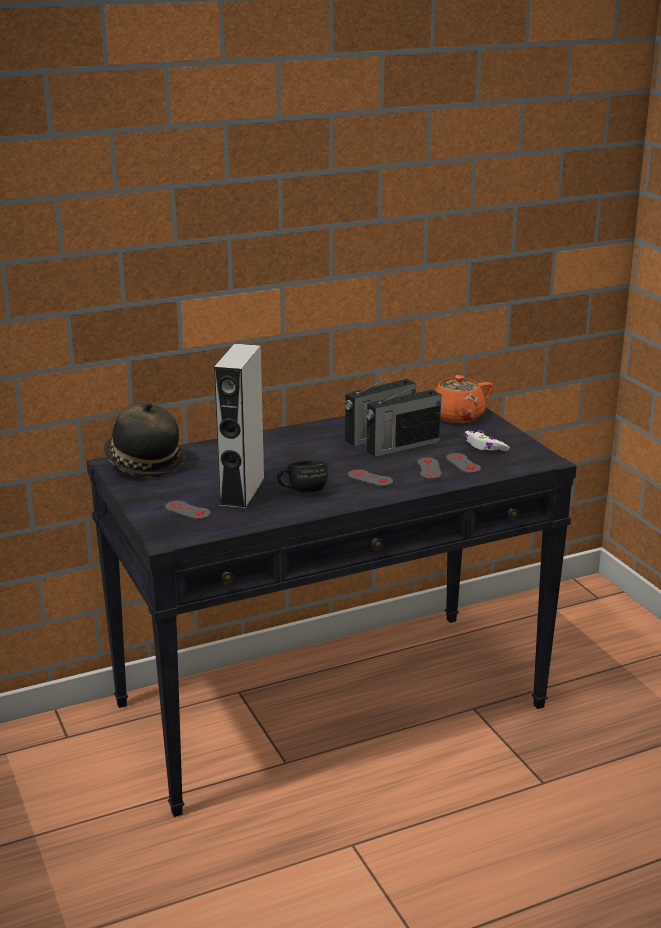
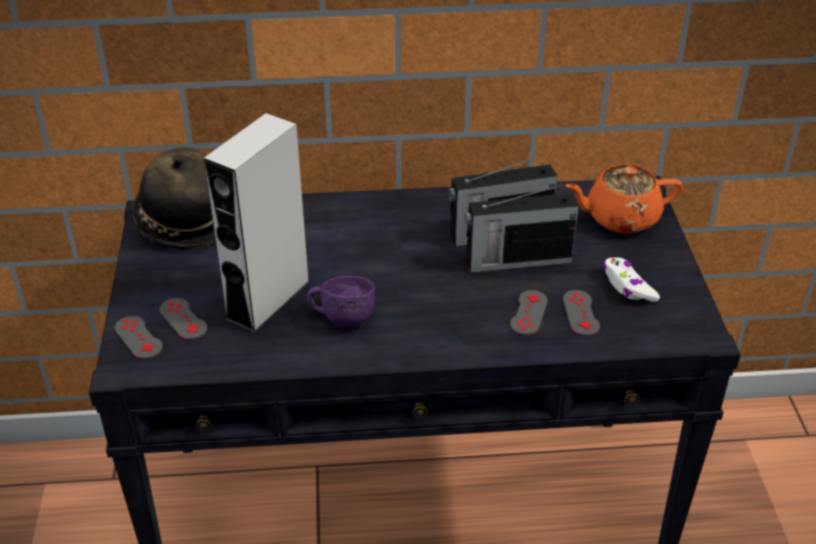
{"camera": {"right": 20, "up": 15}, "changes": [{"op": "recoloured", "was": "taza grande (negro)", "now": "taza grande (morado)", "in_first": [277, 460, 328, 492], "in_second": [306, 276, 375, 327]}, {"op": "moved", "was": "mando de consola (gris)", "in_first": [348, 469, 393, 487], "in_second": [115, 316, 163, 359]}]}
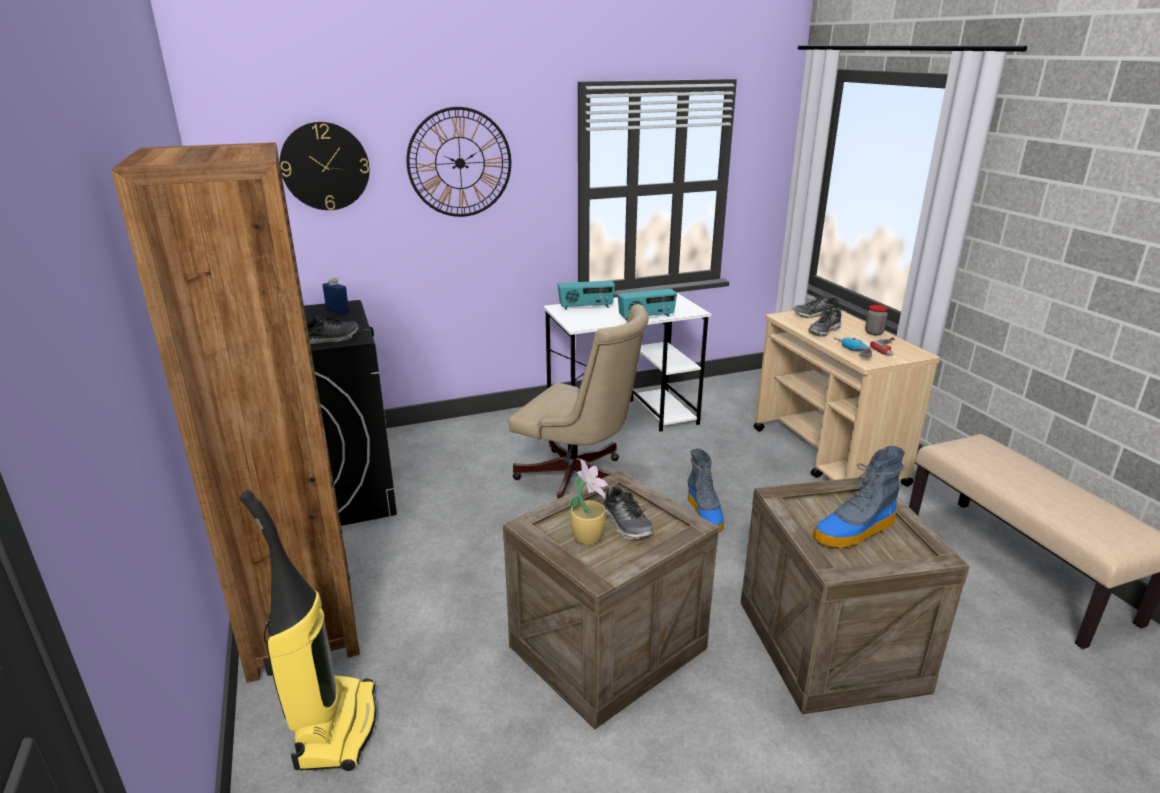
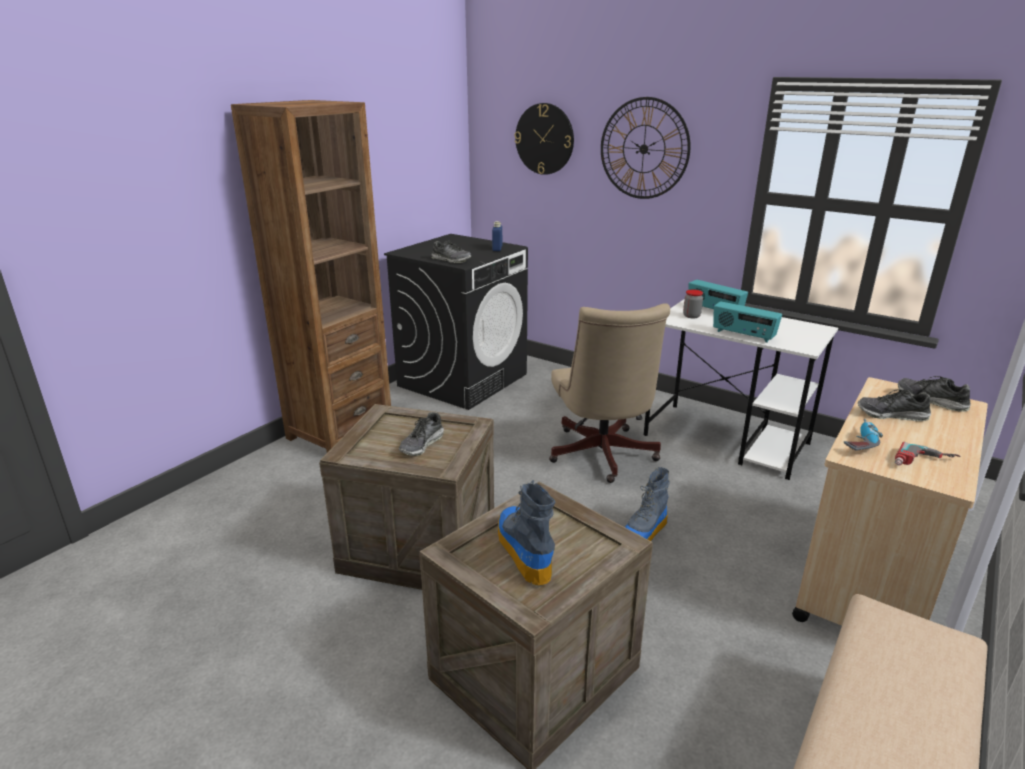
{"camera": {"right": 55, "up": 0}, "changes": [{"op": "removed", "was": "aspiradora", "in_first": [239, 490, 376, 771]}, {"op": "removed", "was": "planta en maceta", "in_first": [569, 459, 608, 545]}, {"op": "turned", "was": "bota", "in_first": [813, 446, 905, 548], "in_second": [498, 480, 555, 585], "clockwise": 45}, {"op": "moved", "was": "tarro", "in_first": [865, 305, 888, 335], "in_second": [683, 289, 703, 318]}]}
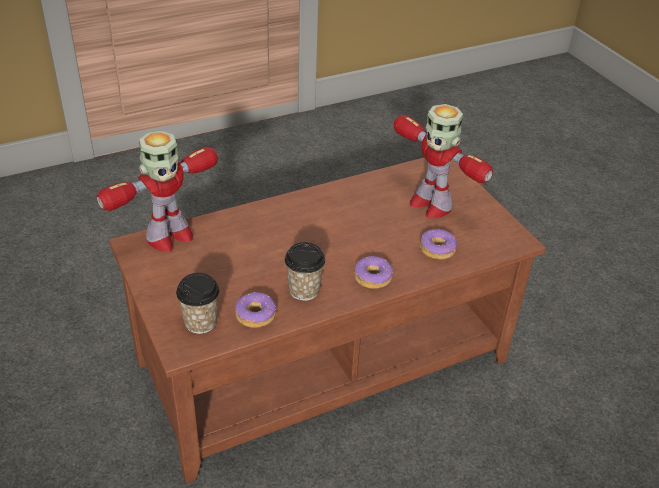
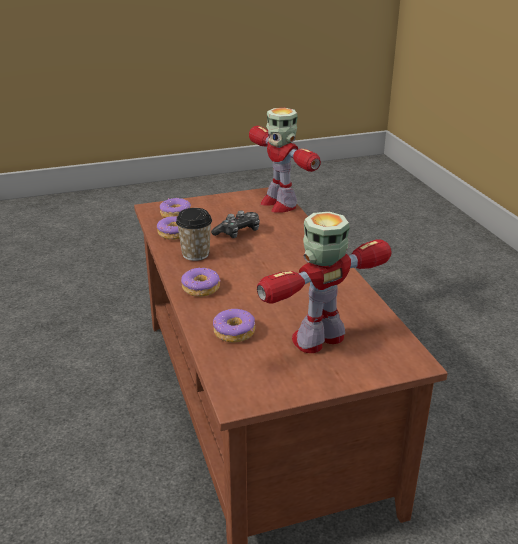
{"camera": {"right": 100, "up": -10}, "changes": [{"op": "replaced", "was": "taza", "now": "rosquilla", "in_first": [176, 273, 219, 334], "in_second": [160, 198, 191, 218]}, {"op": "added", "now": "mando de consola", "in_second": [211, 210, 260, 238]}]}
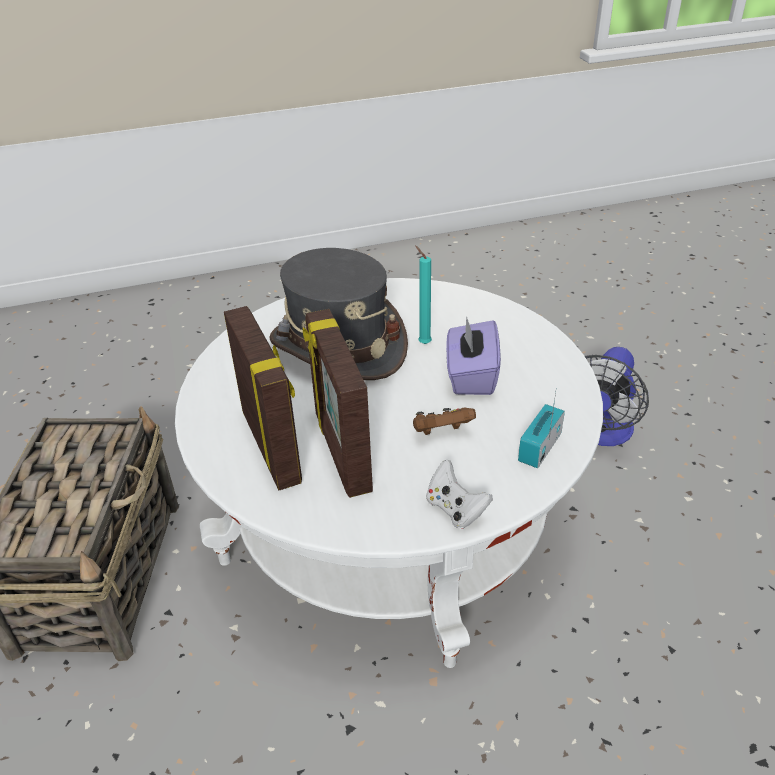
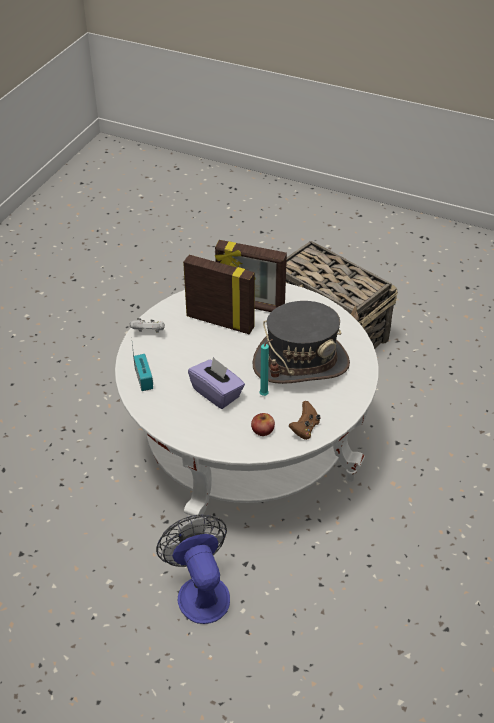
{"camera": {"right": 130, "up": 5}, "changes": [{"op": "moved", "was": "mando de consola (marrón)", "in_first": [413, 407, 476, 435], "in_second": [289, 401, 321, 440]}, {"op": "added", "now": "manzana", "in_second": [251, 413, 275, 436]}]}
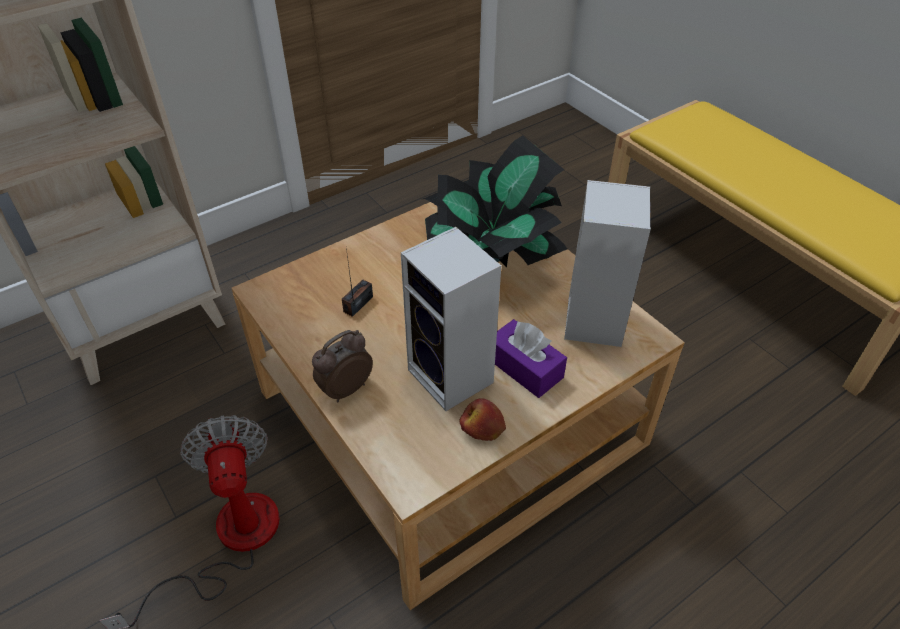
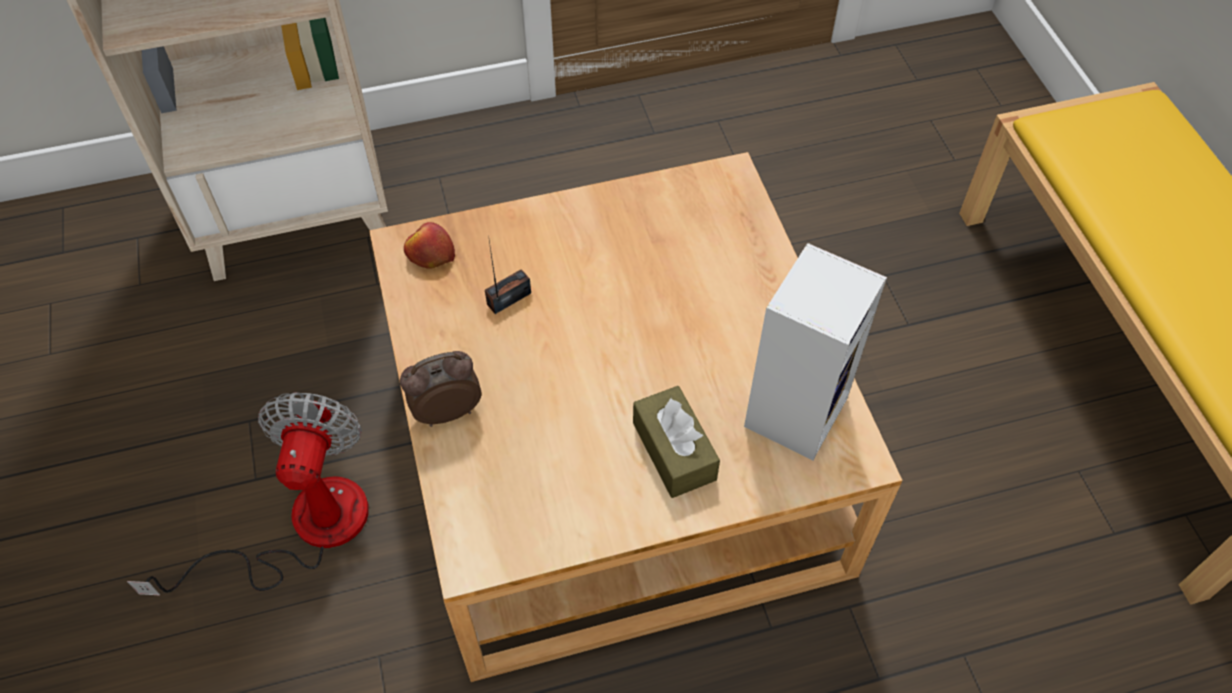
{"camera": {"right": 20, "up": 10}, "changes": [{"op": "removed", "was": "altavoz", "in_first": [401, 227, 501, 411]}, {"op": "removed", "was": "planta en maceta", "in_first": [421, 135, 567, 268]}, {"op": "moved", "was": "manzana", "in_first": [459, 398, 506, 441], "in_second": [404, 222, 455, 269]}, {"op": "recoloured", "was": "caja de pañuelos (morado)", "now": "caja de pañuelos (marrón)", "in_first": [495, 319, 567, 398], "in_second": [633, 386, 720, 498]}]}
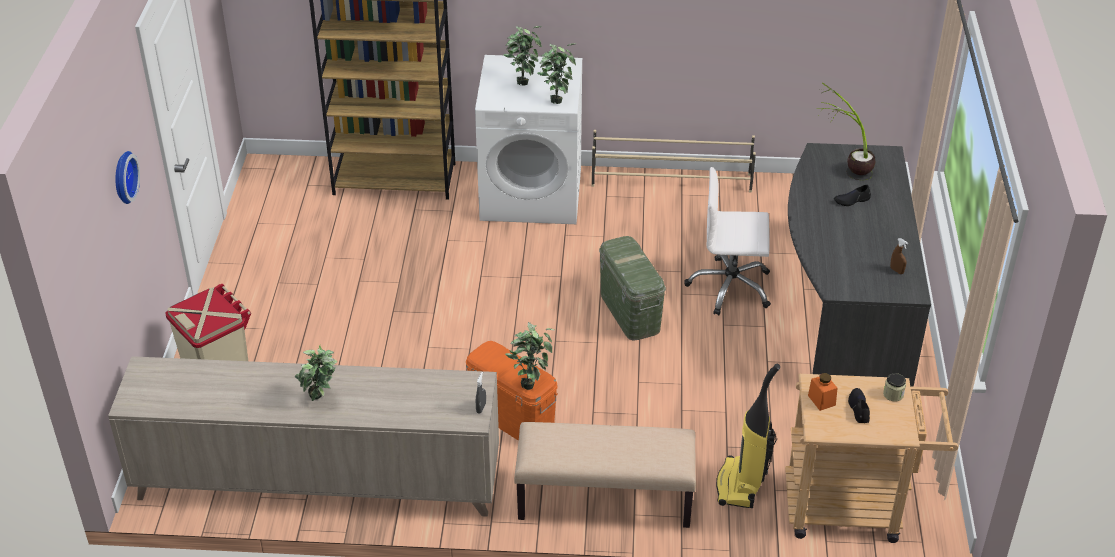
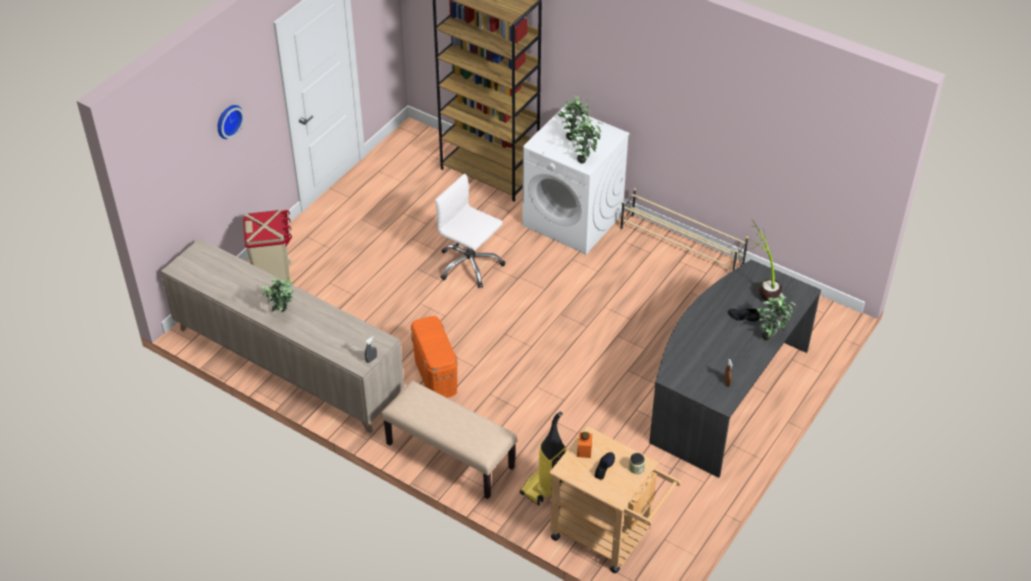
{"camera": {"right": 30, "up": 5}, "changes": [{"op": "moved", "was": "planta en maceta", "in_first": [505, 322, 554, 390], "in_second": [756, 292, 796, 340]}, {"op": "removed", "was": "caja de almacenaje (verde)", "in_first": [599, 236, 666, 341]}, {"op": "moved", "was": "silla de oficina (blanco)", "in_first": [684, 167, 771, 316], "in_second": [435, 174, 505, 288]}]}
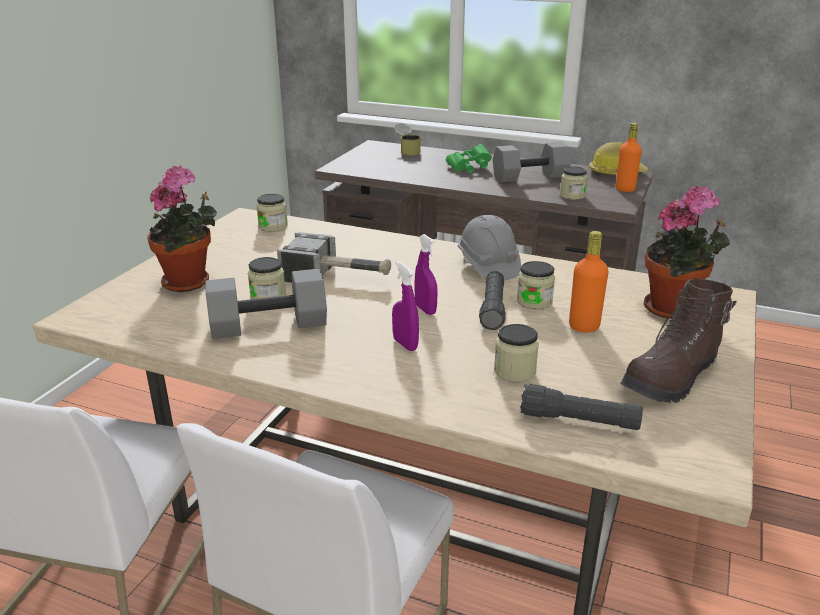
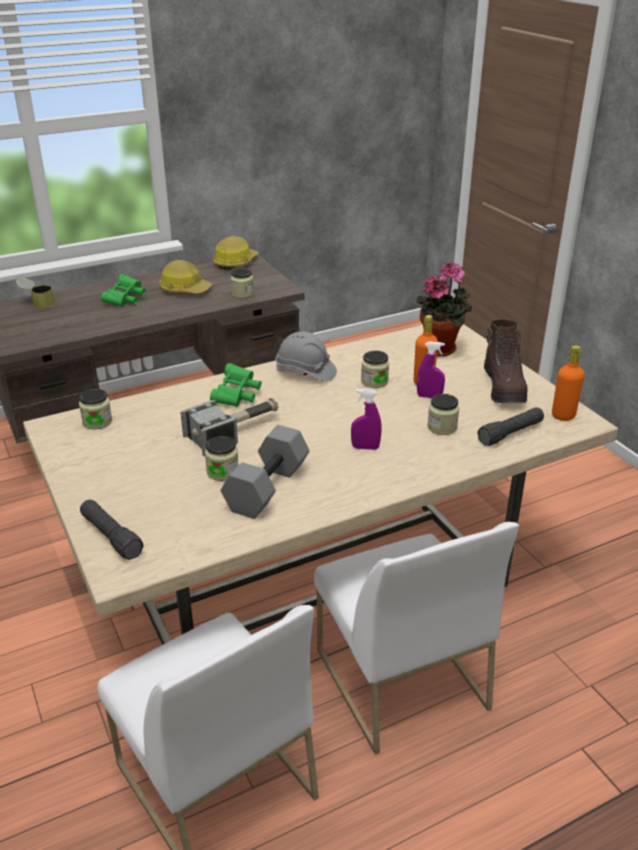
{"camera": {"right": -50, "up": 5}, "changes": [{"op": "removed", "was": "planta en maceta", "in_first": [147, 165, 217, 292]}, {"op": "moved", "was": "pulverizador (morado)", "in_first": [414, 234, 438, 315], "in_second": [417, 341, 445, 398]}, {"op": "moved", "was": "linterna (negro)", "in_first": [479, 271, 506, 330], "in_second": [80, 500, 144, 560]}, {"op": "replaced", "was": "mancuerna (gris)", "now": "casco", "in_first": [493, 142, 571, 183], "in_second": [159, 260, 212, 293]}, {"op": "moved", "was": "botella (naranja)", "in_first": [616, 123, 642, 192], "in_second": [552, 345, 584, 421]}, {"op": "added", "now": "prismáticos (verde)", "in_second": [210, 363, 262, 407]}]}
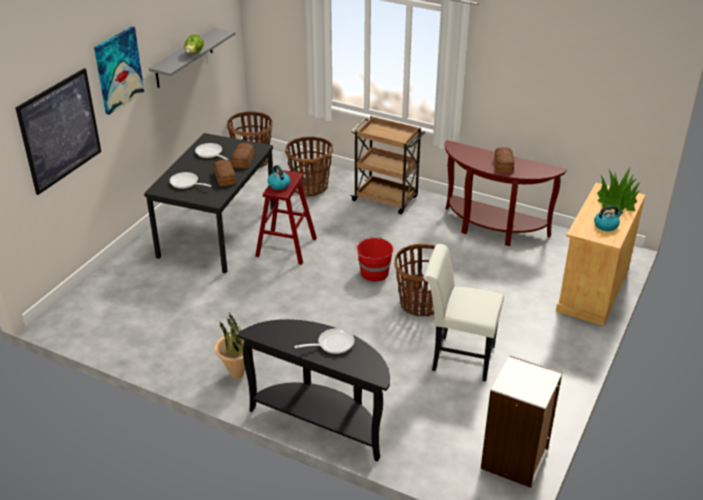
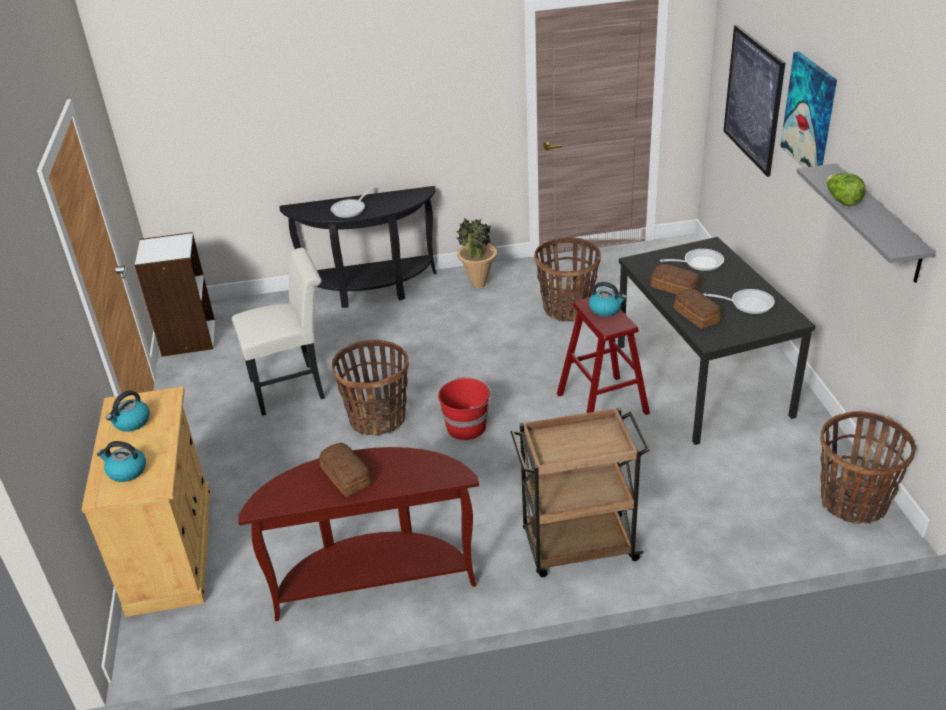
{"camera": {"right": 145, "up": 0}, "changes": [{"op": "moved", "was": "cesta", "in_first": [285, 136, 333, 197], "in_second": [534, 237, 601, 322]}, {"op": "replaced", "was": "planta en maceta", "now": "hervidor", "in_first": [597, 168, 641, 211], "in_second": [97, 441, 146, 482]}]}
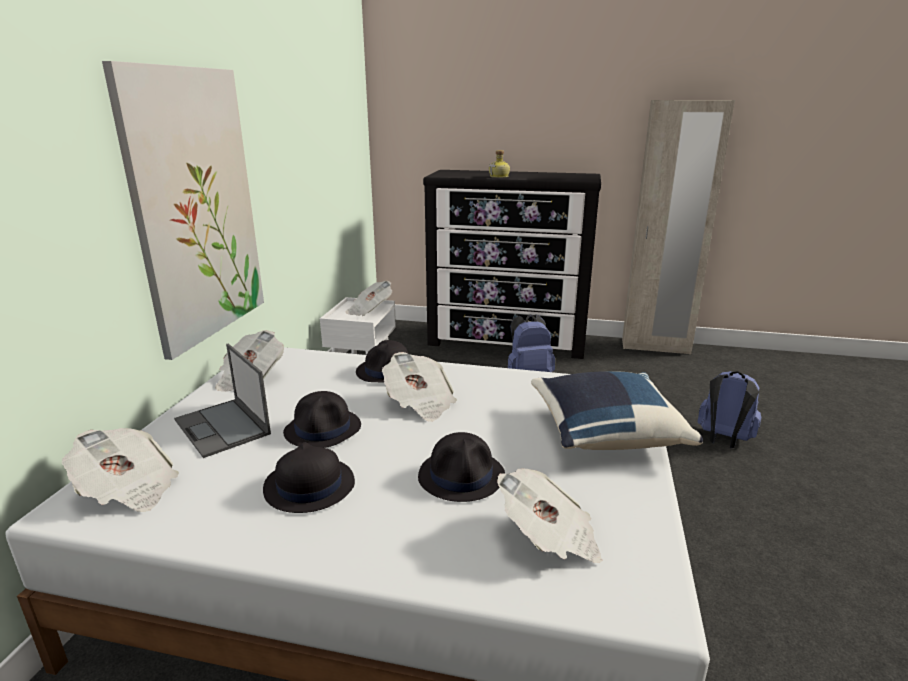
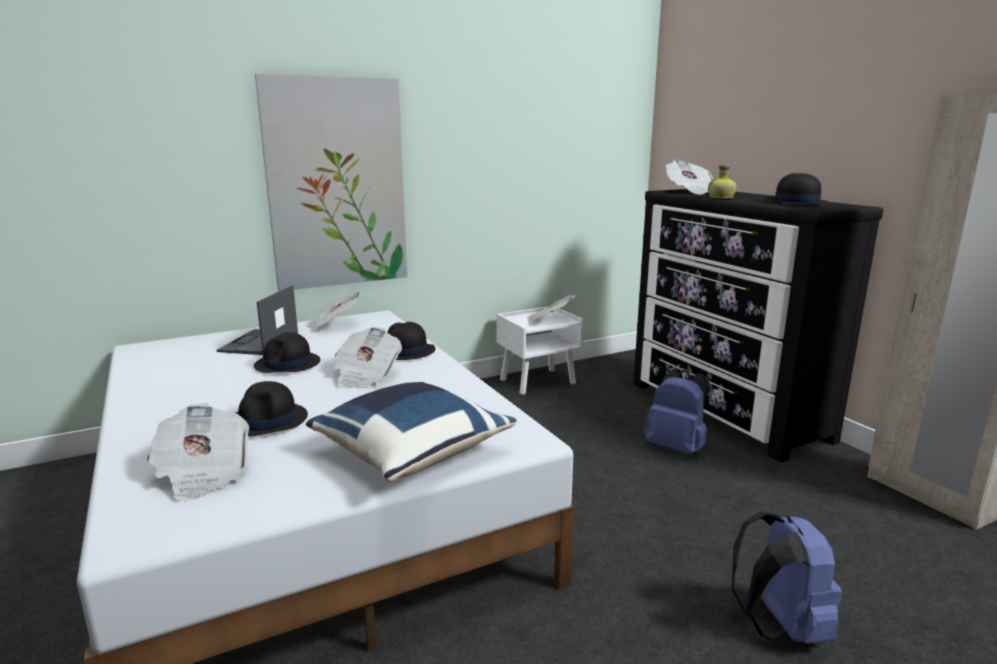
{"camera": {"right": 50, "up": -5}, "changes": [{"op": "moved", "was": "periódico", "in_first": [62, 428, 179, 512], "in_second": [666, 160, 713, 195]}, {"op": "moved", "was": "sombrero (negro)", "in_first": [263, 442, 355, 513], "in_second": [766, 173, 829, 205]}]}
